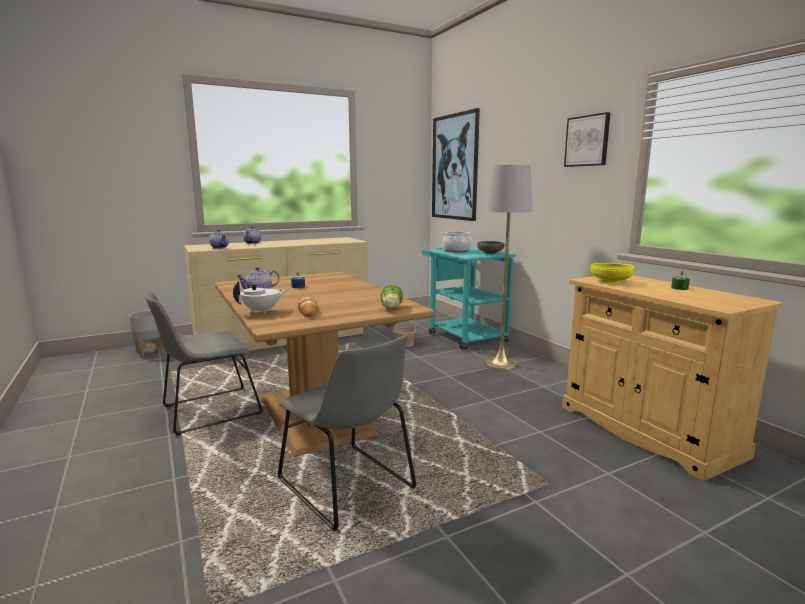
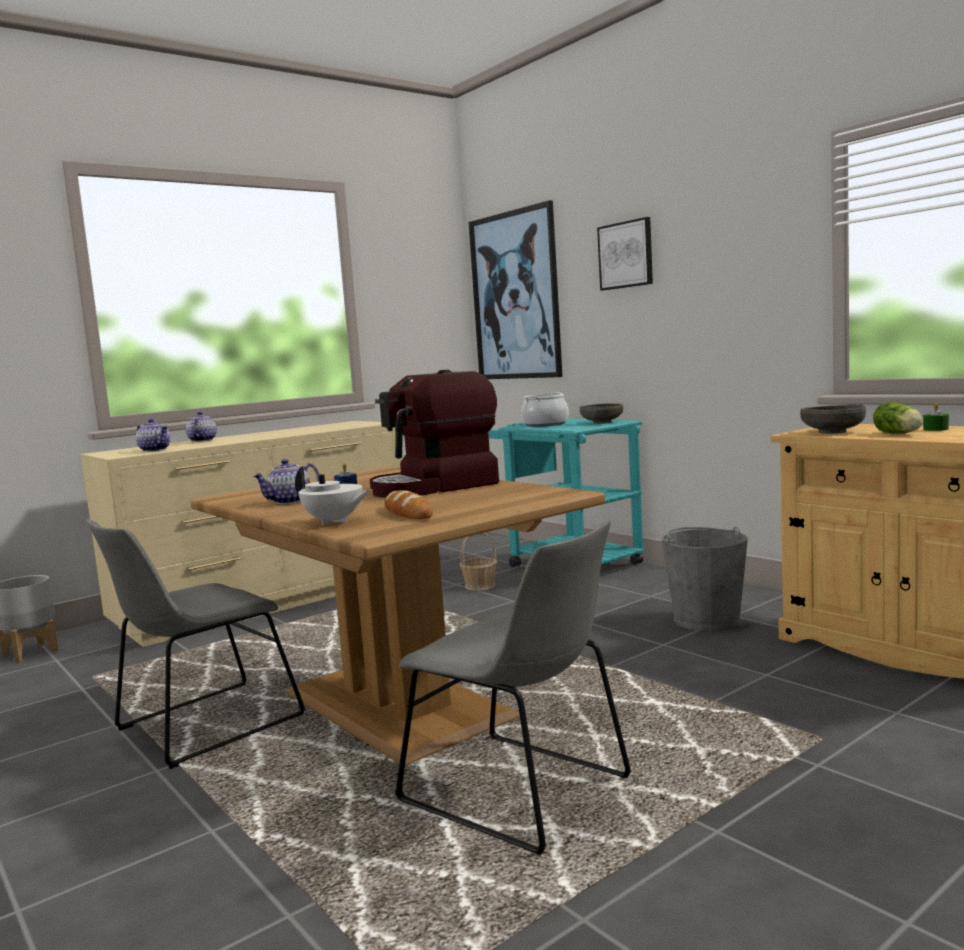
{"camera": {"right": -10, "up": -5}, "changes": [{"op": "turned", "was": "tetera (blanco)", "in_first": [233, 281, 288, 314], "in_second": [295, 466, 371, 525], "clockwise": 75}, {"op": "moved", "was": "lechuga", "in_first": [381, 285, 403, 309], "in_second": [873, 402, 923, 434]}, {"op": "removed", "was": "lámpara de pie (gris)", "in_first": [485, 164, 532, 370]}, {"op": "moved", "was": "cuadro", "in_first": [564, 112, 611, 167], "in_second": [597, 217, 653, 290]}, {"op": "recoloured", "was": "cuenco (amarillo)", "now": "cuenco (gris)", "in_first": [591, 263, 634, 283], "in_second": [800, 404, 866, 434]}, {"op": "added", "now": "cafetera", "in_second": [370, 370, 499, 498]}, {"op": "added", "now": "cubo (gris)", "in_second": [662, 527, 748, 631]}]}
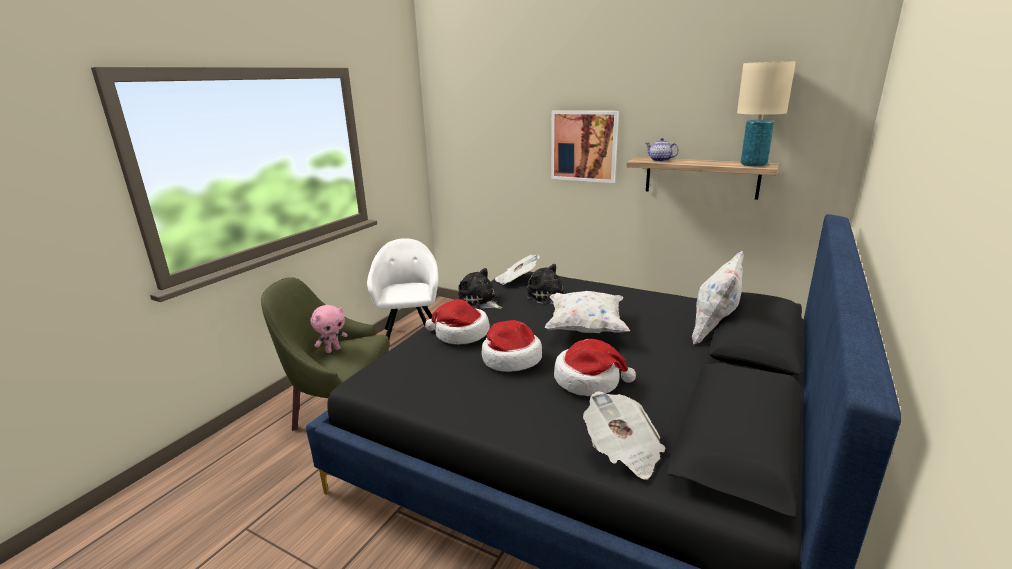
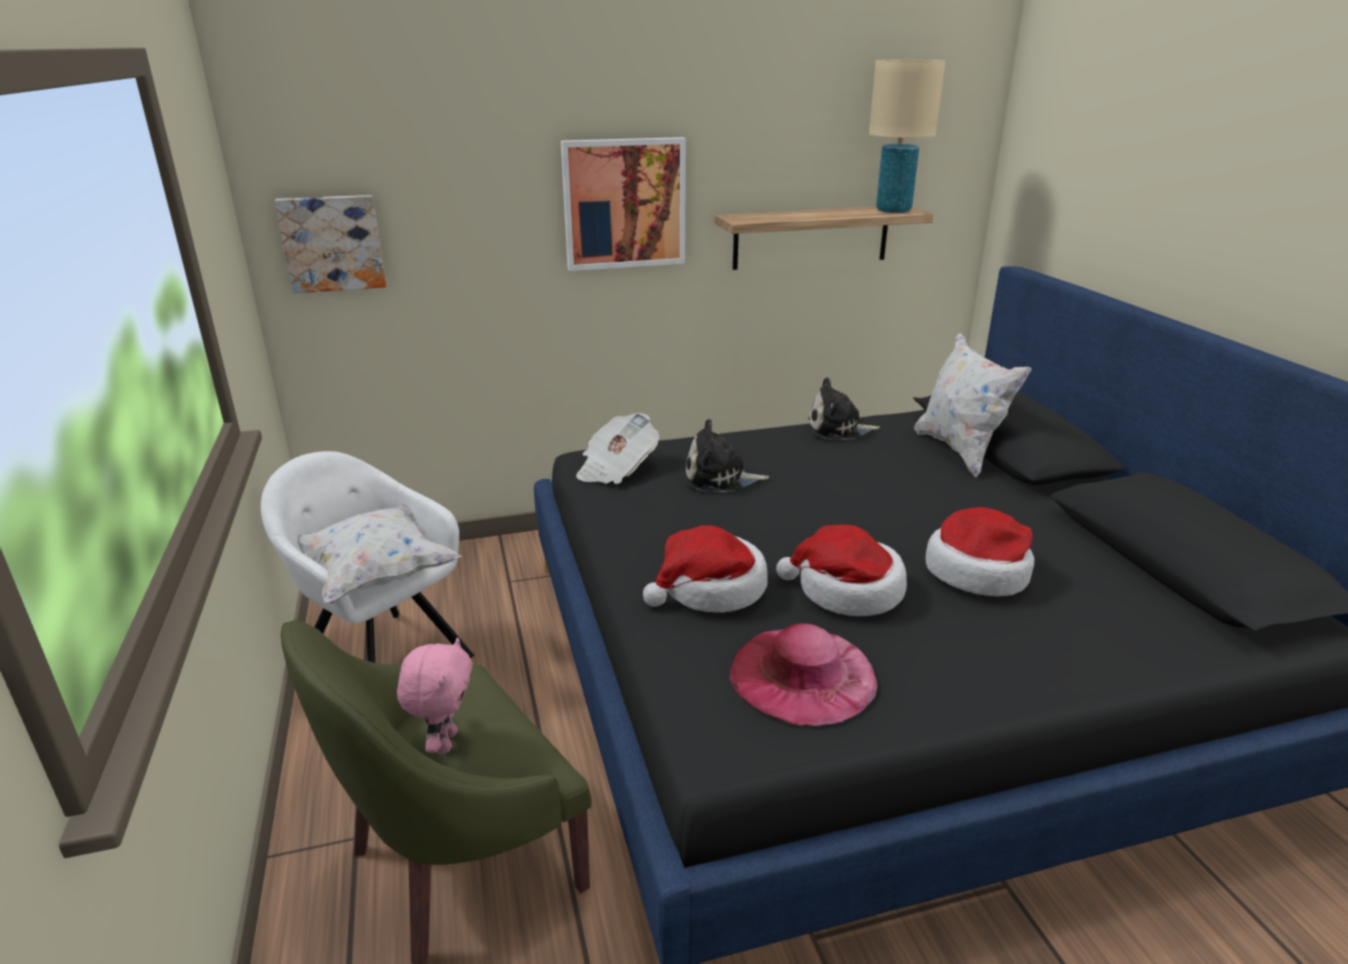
{"camera": {"right": -45, "up": 5}, "changes": [{"op": "moved", "was": "peluche", "in_first": [458, 268, 502, 309], "in_second": [808, 377, 880, 440]}, {"op": "moved", "was": "cojín (blanco)", "in_first": [544, 291, 630, 333], "in_second": [298, 504, 461, 604]}, {"op": "removed", "was": "periódico", "in_first": [583, 391, 666, 479]}, {"op": "removed", "was": "tetera", "in_first": [645, 138, 679, 162]}, {"op": "added", "now": "cuadro", "in_second": [274, 195, 386, 293]}, {"op": "added", "now": "sombrero (rosa)", "in_second": [730, 623, 877, 726]}]}
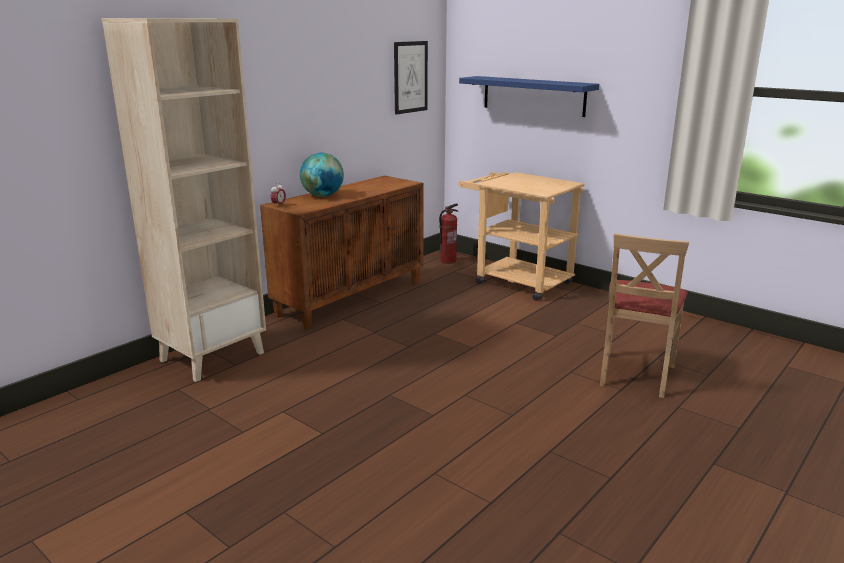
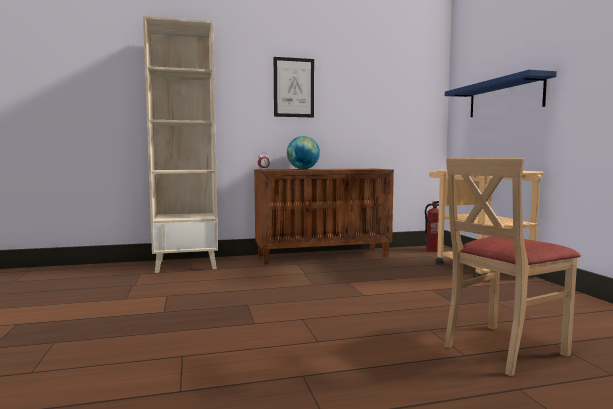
{"camera": {"right": 35, "up": -15}, "changes": [{"op": "moved", "was": "cuadro", "in_first": [394, 41, 428, 115], "in_second": [274, 57, 314, 118]}]}
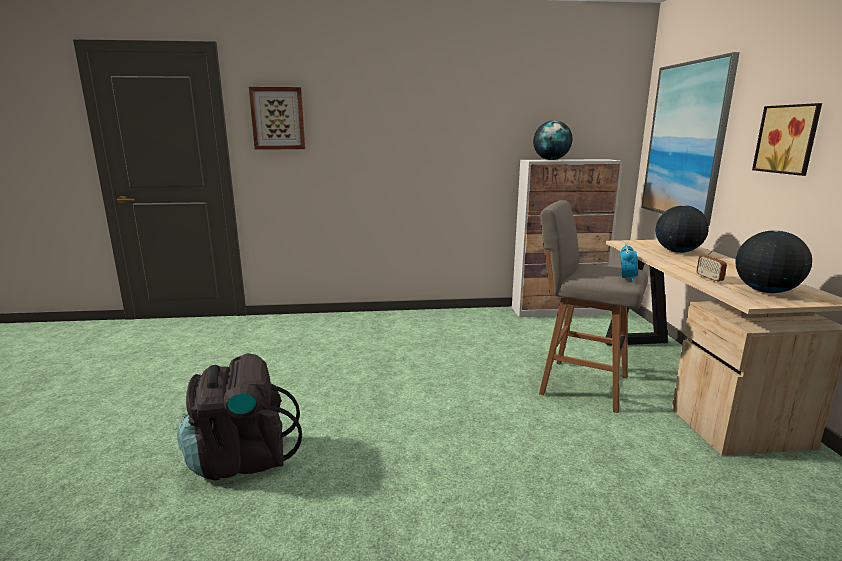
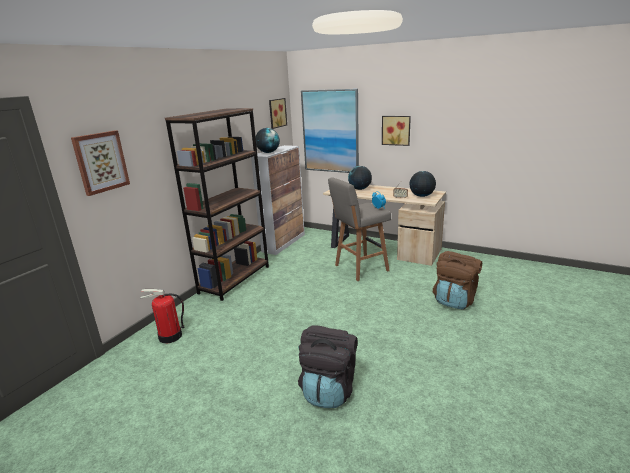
{"camera": {"right": -55, "up": 5}, "changes": [{"op": "added", "now": "extintor", "in_second": [140, 289, 184, 344]}, {"op": "added", "now": "estantería (marrón)", "in_second": [165, 108, 269, 301]}, {"op": "added", "now": "cuadro", "in_second": [269, 98, 287, 129]}, {"op": "added", "now": "mochila (marrón)", "in_second": [433, 251, 482, 310]}]}
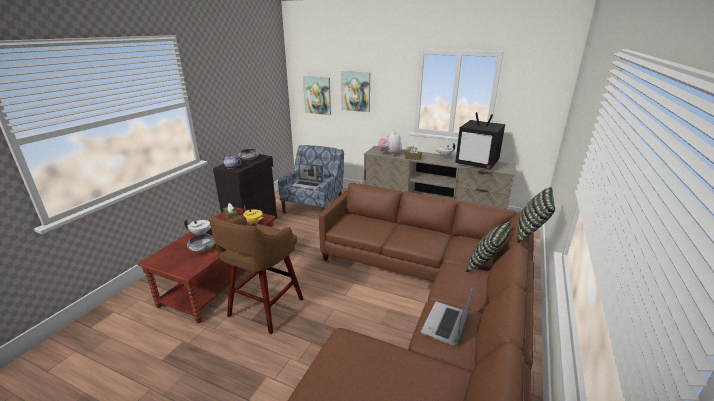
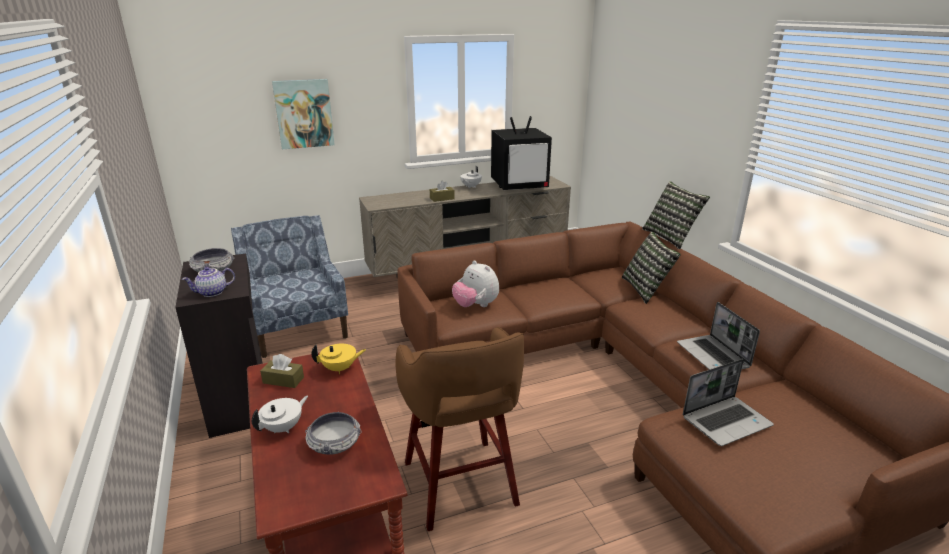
{"camera": {"right": -45, "up": 0}, "changes": [{"op": "moved", "was": "portátil", "in_first": [291, 163, 324, 190], "in_second": [683, 359, 774, 446]}, {"op": "removed", "was": "cuadro", "in_first": [303, 76, 331, 115]}, {"op": "moved", "was": "peluche", "in_first": [378, 130, 401, 155], "in_second": [452, 261, 499, 307]}]}
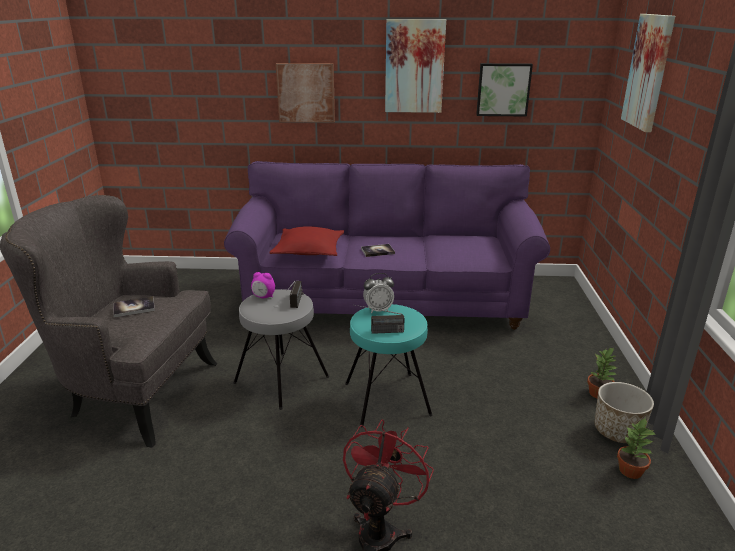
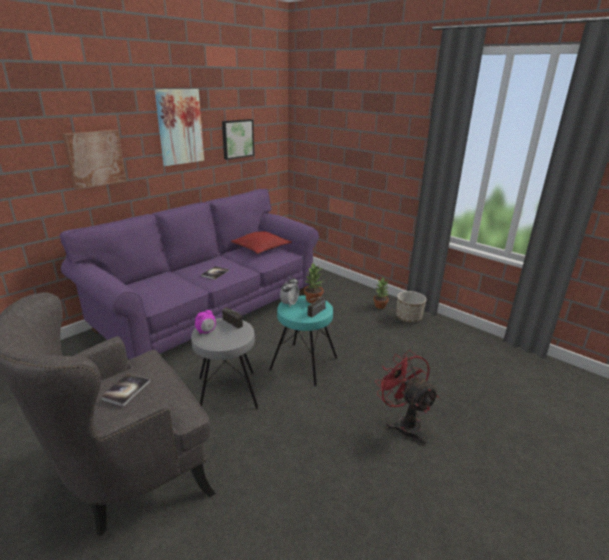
{"camera": {"right": -50, "up": 0}, "changes": [{"op": "moved", "was": "cojín (rojo)", "in_first": [270, 226, 344, 256], "in_second": [231, 231, 292, 254]}, {"op": "moved", "was": "planta en maceta", "in_first": [617, 418, 655, 479], "in_second": [304, 263, 324, 303]}, {"op": "removed", "was": "cuadro", "in_first": [621, 14, 675, 132]}]}
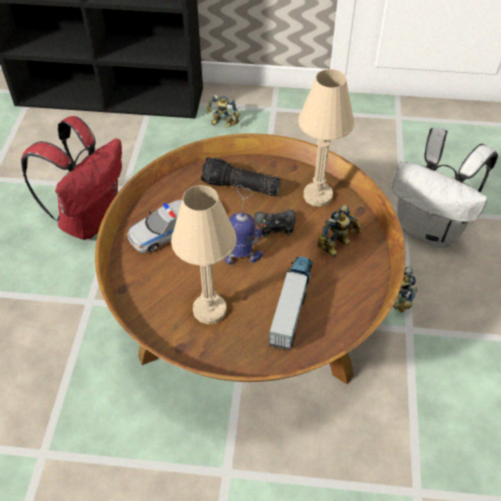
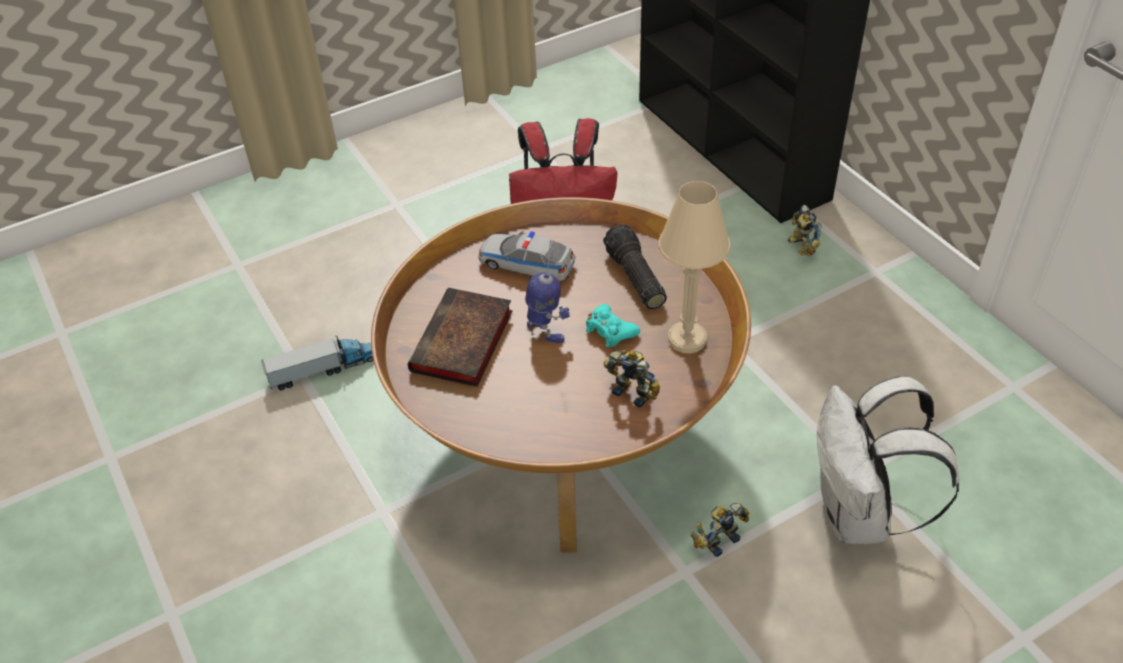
{"camera": {"right": 55, "up": -5}, "changes": [{"op": "replaced", "was": "lámpara de mesa (beis)", "now": "libro", "in_first": [171, 185, 237, 324], "in_second": [408, 288, 513, 387]}, {"op": "recoloured", "was": "mando de consola (negro)", "now": "mando de consola (turquesa)", "in_first": [254, 209, 296, 238], "in_second": [586, 304, 640, 347]}, {"op": "moved", "was": "camión de juguete", "in_first": [269, 256, 313, 351], "in_second": [261, 336, 373, 390]}, {"op": "turned", "was": "robot de juguete", "in_first": [317, 205, 362, 257], "in_second": [604, 350, 660, 408], "clockwise": -150}]}
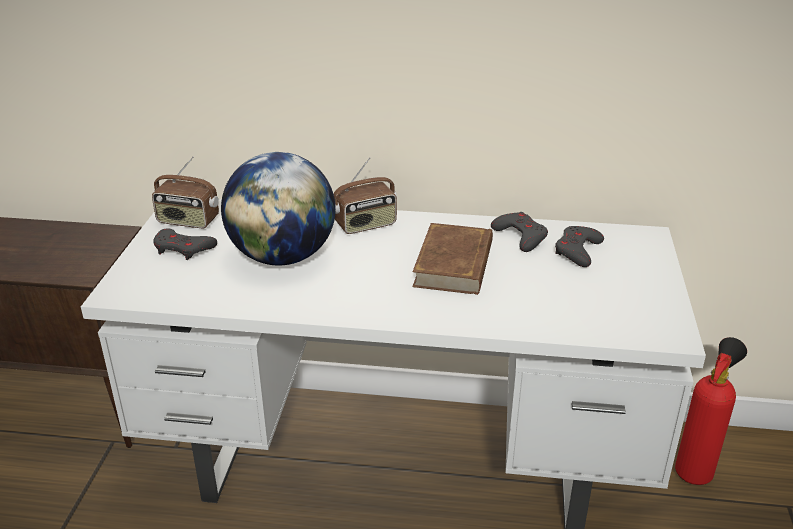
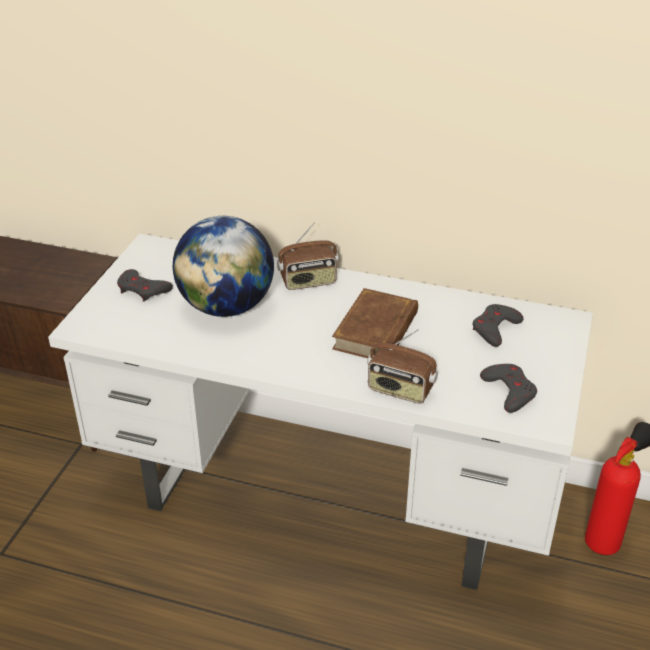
{"camera": {"right": 10, "up": 5}, "changes": [{"op": "moved", "was": "radio", "in_first": [152, 156, 219, 228], "in_second": [367, 329, 438, 404]}, {"op": "moved", "was": "mando de consola (gris)", "in_first": [491, 212, 548, 252], "in_second": [480, 364, 537, 413]}]}
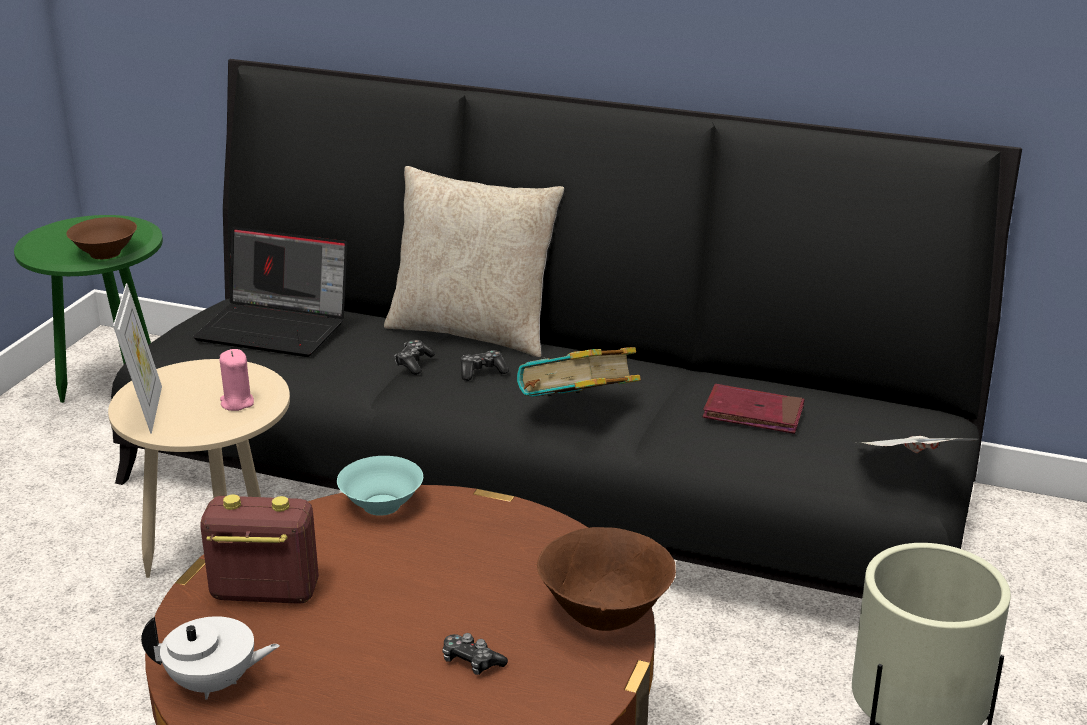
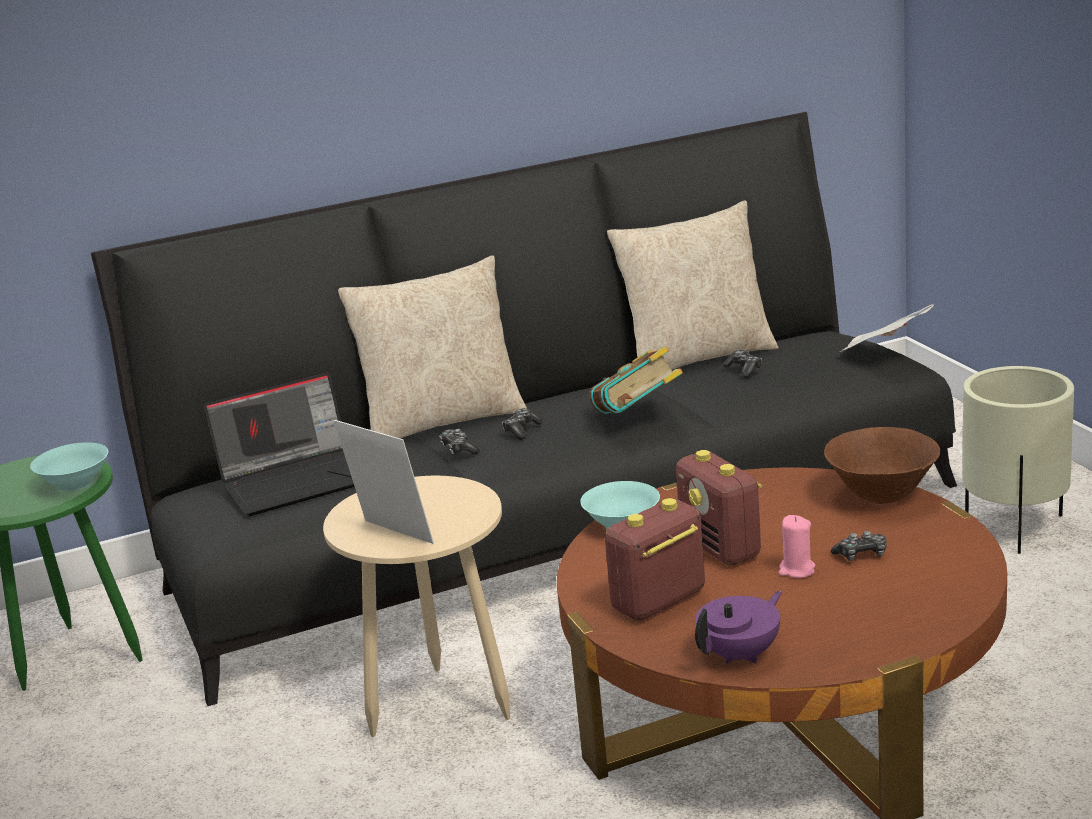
{"camera": {"right": -40, "up": -5}, "changes": [{"op": "recoloured", "was": "cuenco (marrón)", "now": "cuenco (turquesa)", "in_first": [66, 217, 137, 259], "in_second": [30, 442, 108, 491]}, {"op": "recoloured", "was": "tetera (blanco)", "now": "tetera (morado)", "in_first": [141, 616, 280, 699], "in_second": [695, 591, 782, 664]}, {"op": "moved", "was": "vela (rosa)", "in_first": [219, 349, 254, 411], "in_second": [779, 515, 815, 578]}, {"op": "replaced", "was": "libro (rojo)", "now": "mando de consola", "in_first": [703, 384, 804, 434], "in_second": [723, 350, 762, 378]}, {"op": "added", "now": "cojín (beis)", "in_second": [607, 200, 778, 370]}, {"op": "added", "now": "radio", "in_second": [676, 450, 762, 565]}]}
